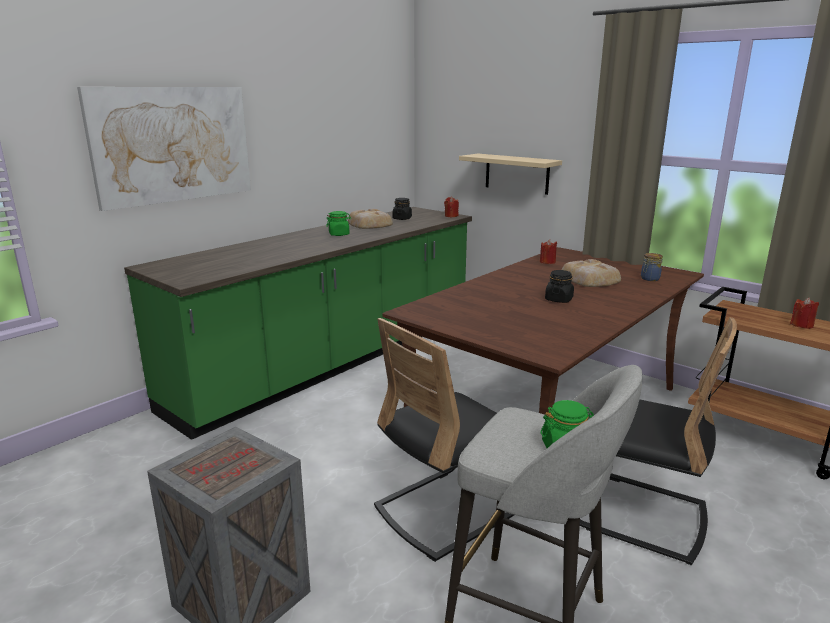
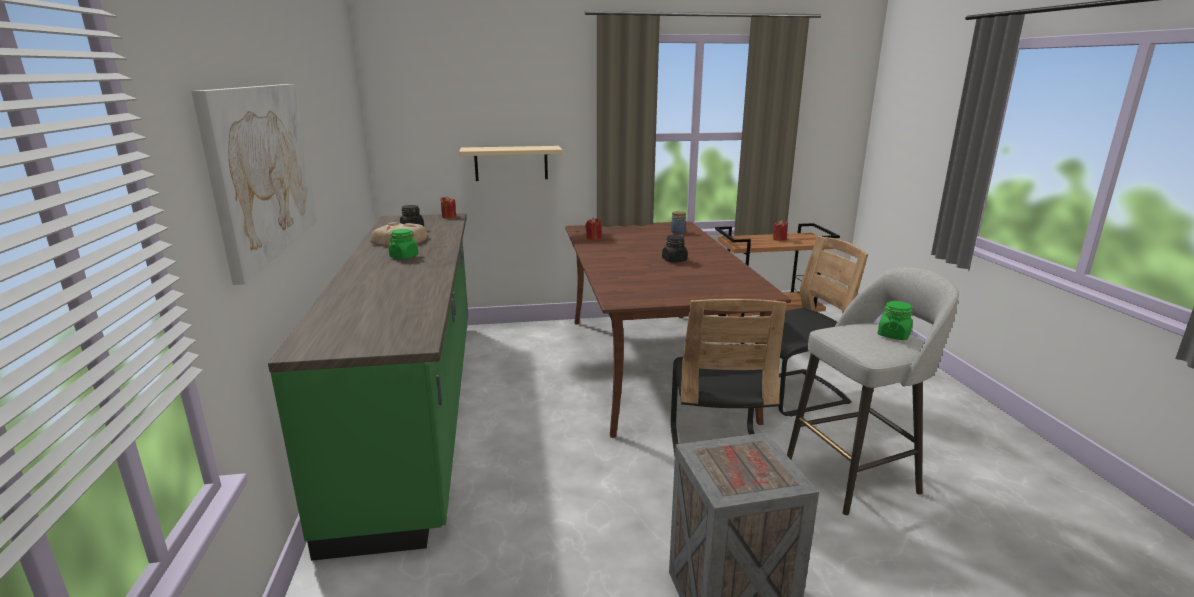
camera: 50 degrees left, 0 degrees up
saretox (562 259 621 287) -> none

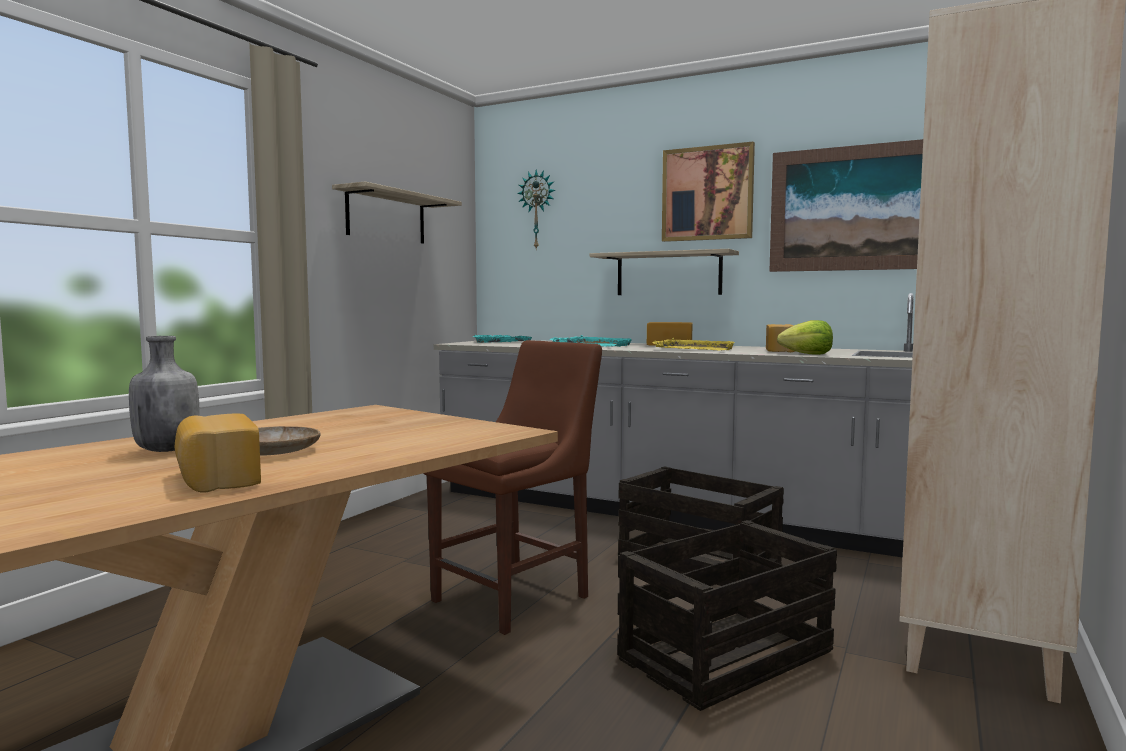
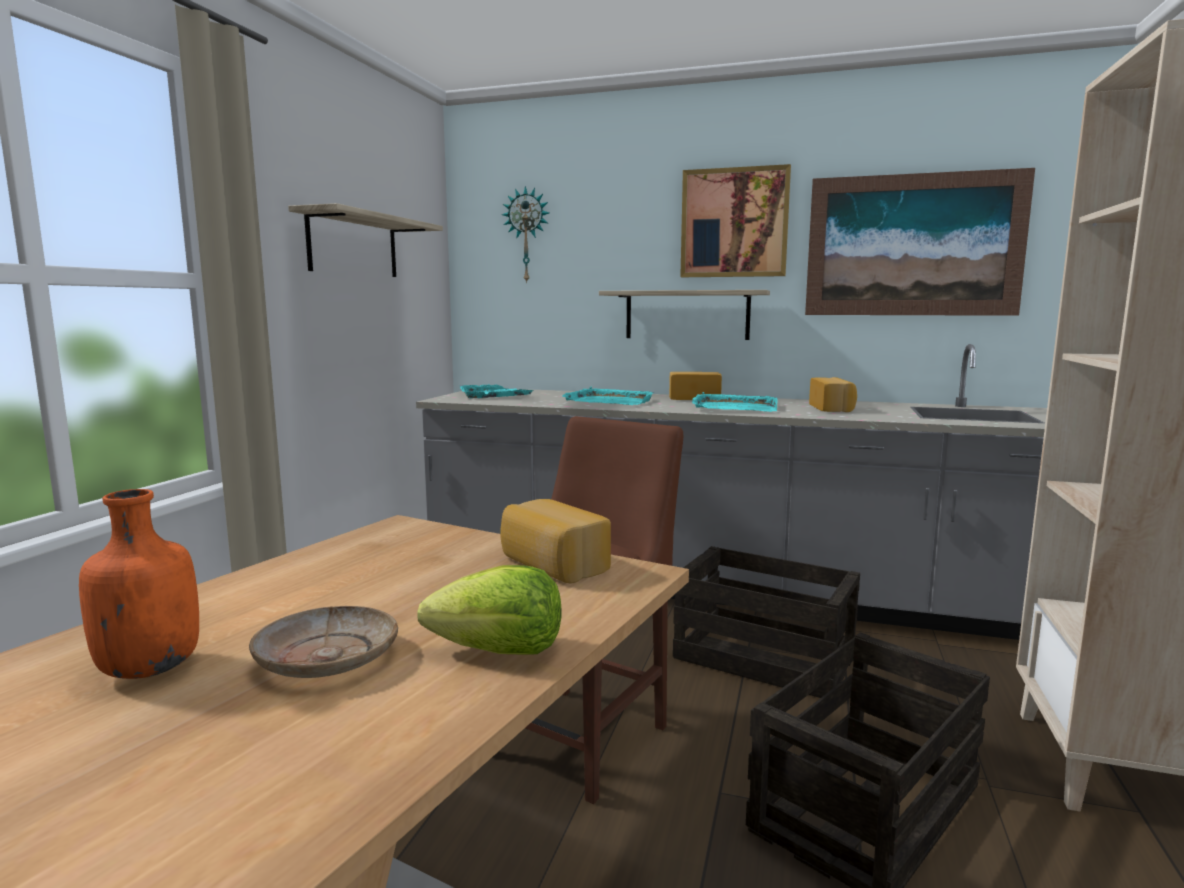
camera: 10 degrees left, 5 degrees up
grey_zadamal (129 336 200 452) -> orange_zadamal (79 489 199 679)
saretox (175 414 261 492) -> saretox (500 499 611 584), shifted
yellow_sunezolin (652 338 735 351) -> turquoise_sunezolin (692 392 778 412)
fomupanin (777 320 833 355) -> fomupanin (417 565 562 654), shifted

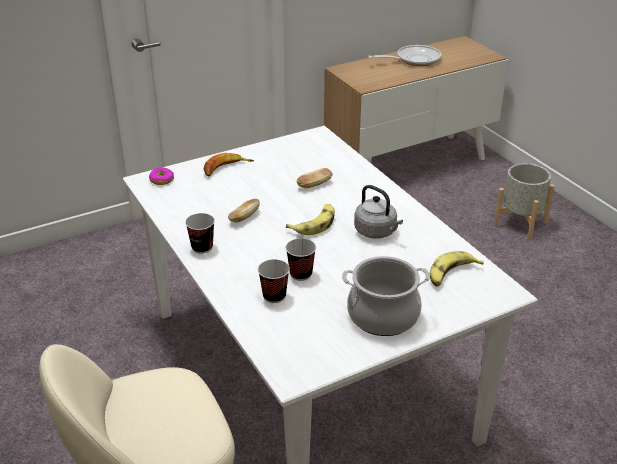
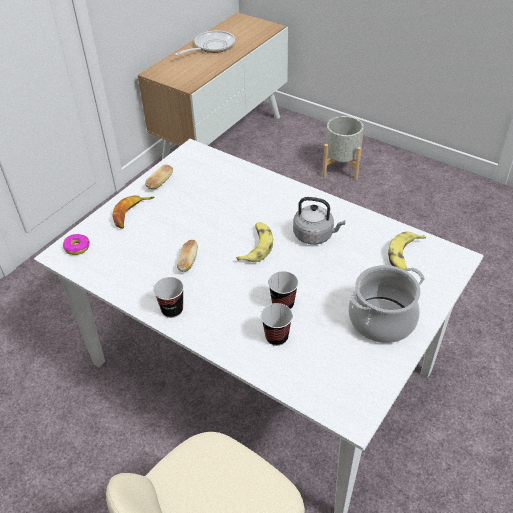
camera: 25 degrees left, 10 degrees up
saretox (297 168 333 188) -> saretox (145 164 173 189), shifted

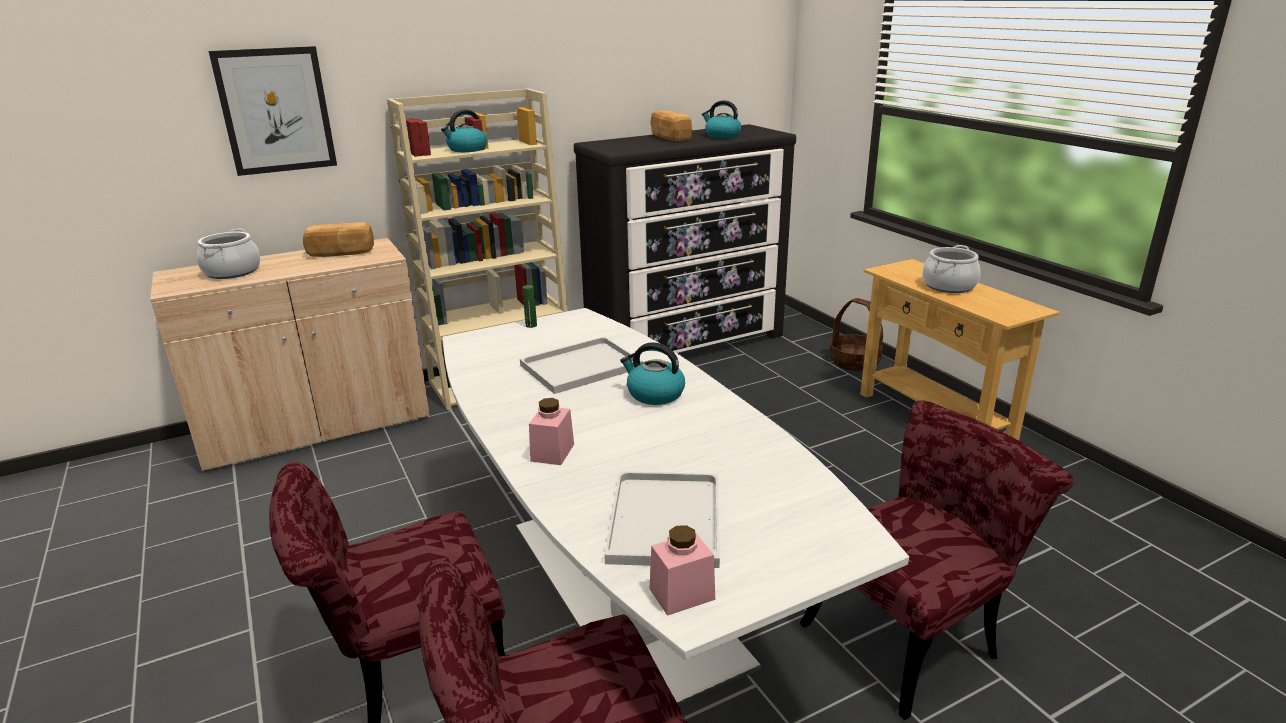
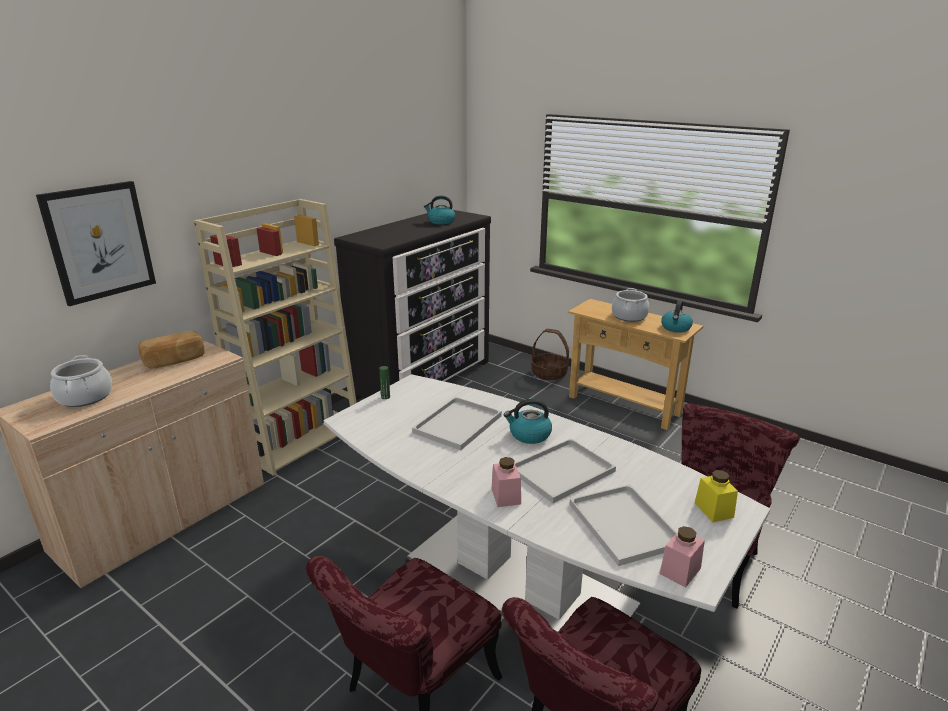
camera: 25 degrees left, 0 degrees up
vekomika (441 109 487 152) -> vekomika (661 300 693 333), shifted
saretox (651 110 692 141) -> none
none -> white_sunezolin (515 438 616 503)
none -> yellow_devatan (695 470 738 522)

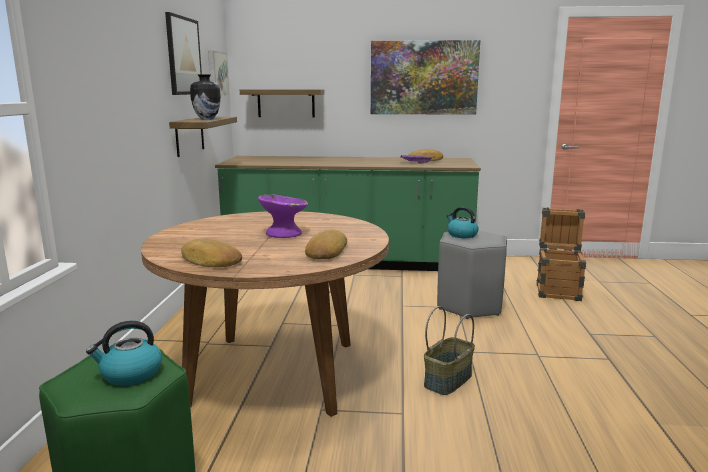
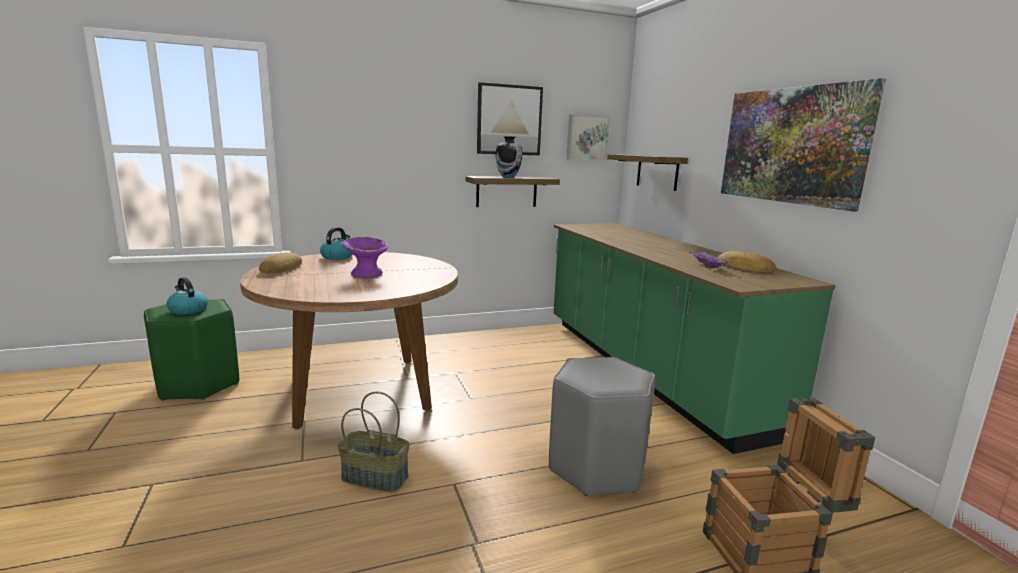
camera: 65 degrees right, 0 degrees up
saretox (305 230 347 259) -> none
vekomika (447 207 479 238) -> vekomika (320 227 352 260), shifted

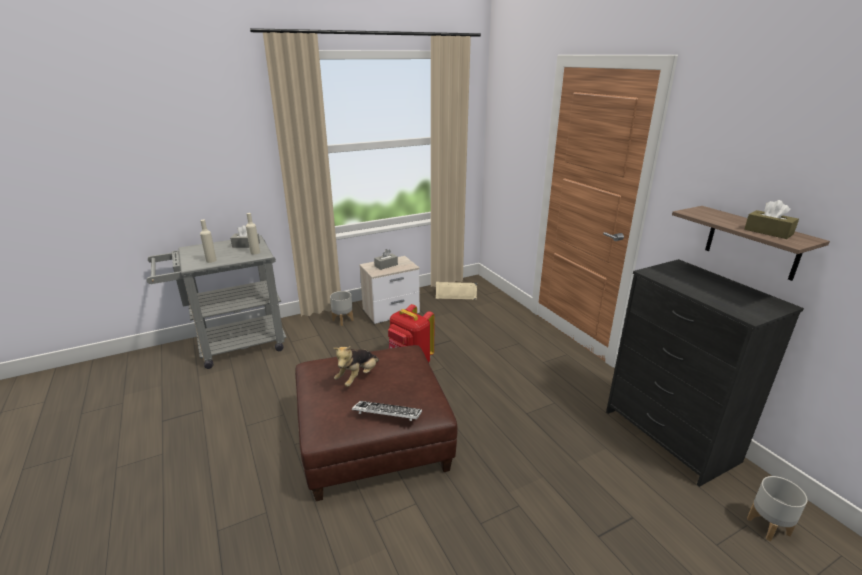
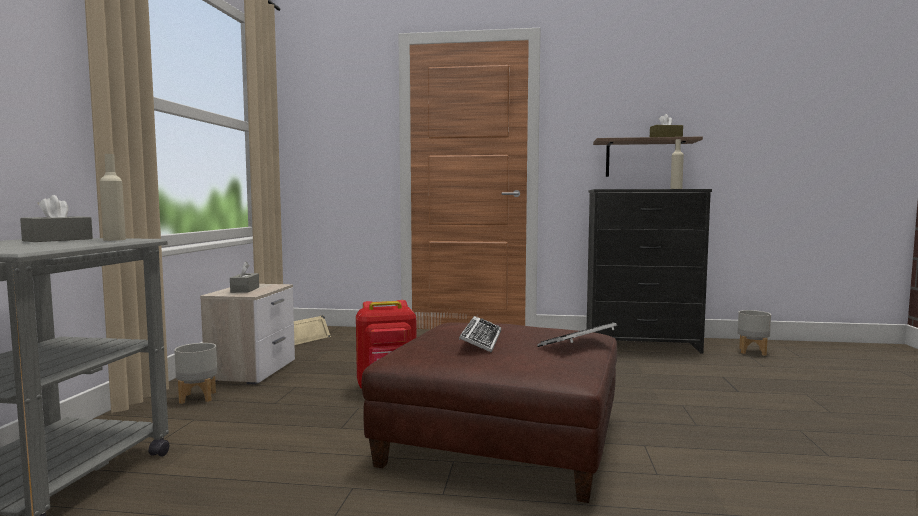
camera: 55 degrees left, 20 degrees down
beige_zadamal (200 220 217 263) -> beige_zadamal (670 139 684 189), shifted
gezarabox (333 346 379 387) -> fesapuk (459 316 501 353)

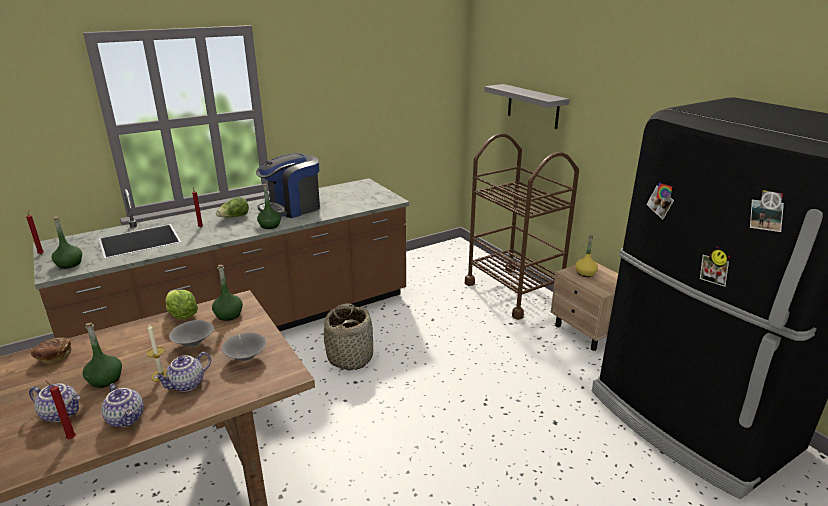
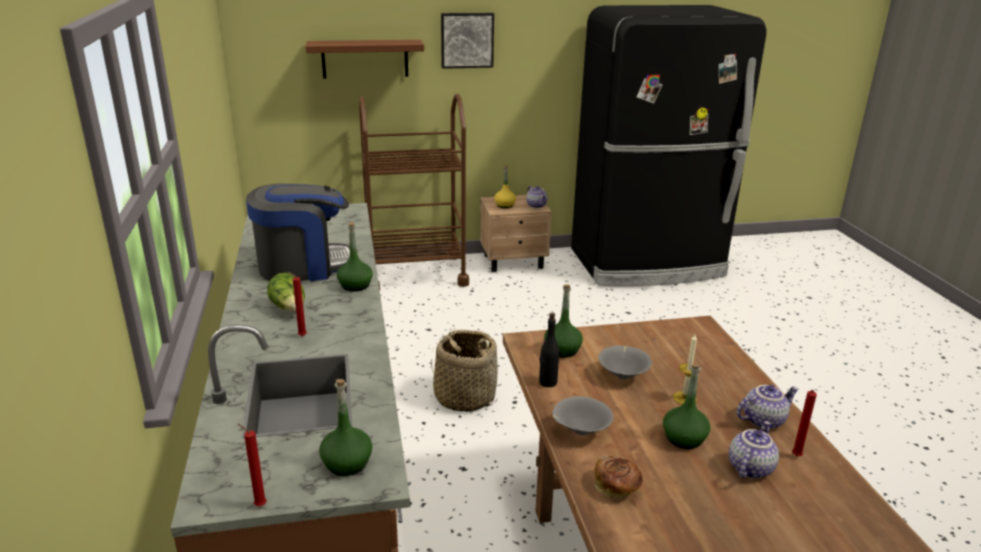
camera: 70 degrees left, 0 degrees up
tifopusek (154 352 211 392) -> tifopusek (526 186 548 208), shifted
fomupanin (165 290 198 320) -> black_zadamal (539 313 559 387)
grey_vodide (222 333 266 361) -> grey_vodide (552 396 613 435), shifted
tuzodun (256 153 320 218) -> tuzodun (246 183 350 281), 90 degrees counterclockwise
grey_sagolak (484 84 570 129) -> brown_sagolak (306 40 424 79)
none -> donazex (441 13 494 69)

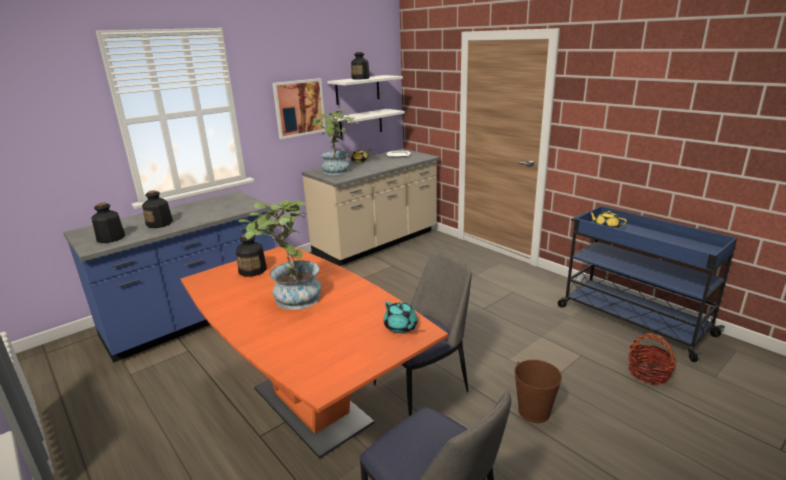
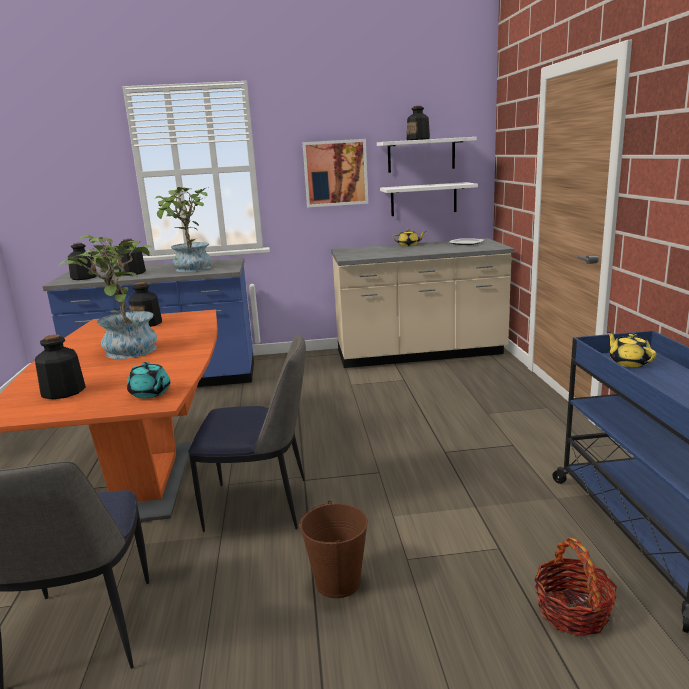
camera: 35 degrees right, 5 degrees down
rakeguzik (312 109 359 175) -> rakeguzik (155 187 211 272), shifted
turquoise_tifopusek (383 301 418 333) -> turquoise_tifopusek (127 362 170 398), 45 degrees counterclockwise
none -> zadamal (35 335 86 399)

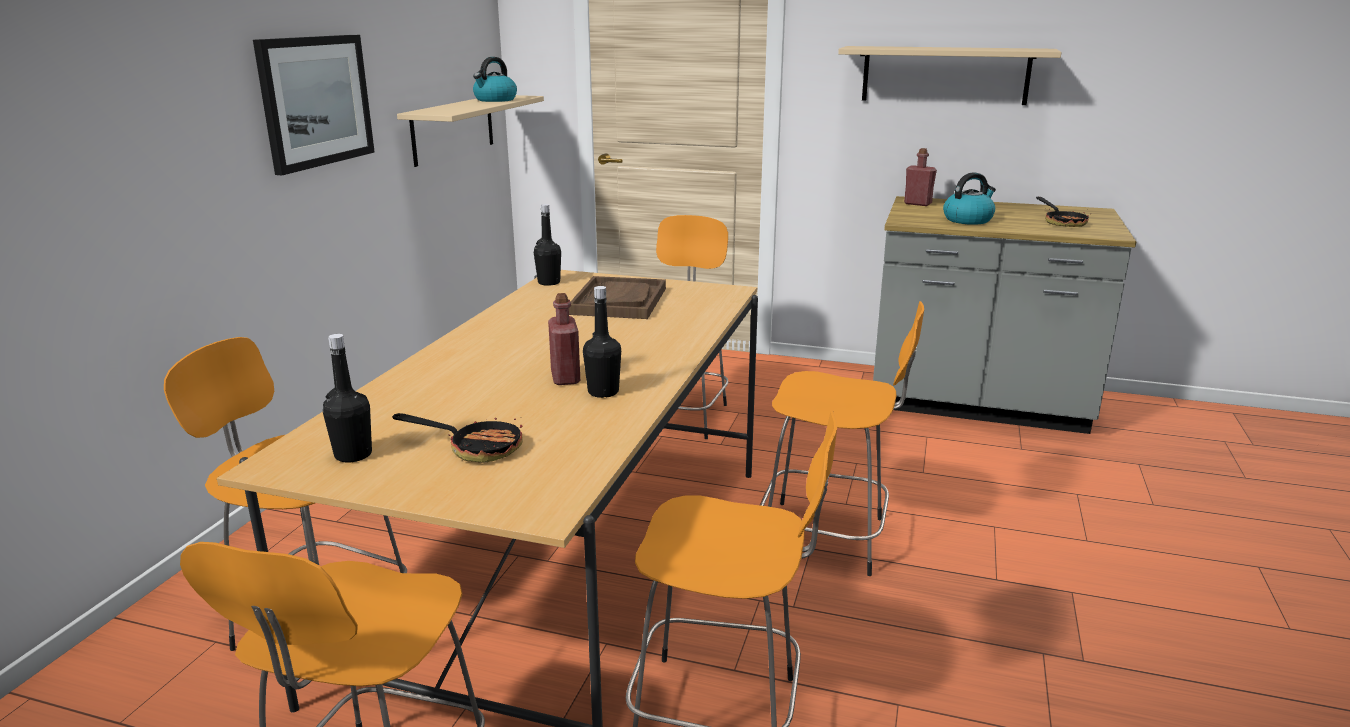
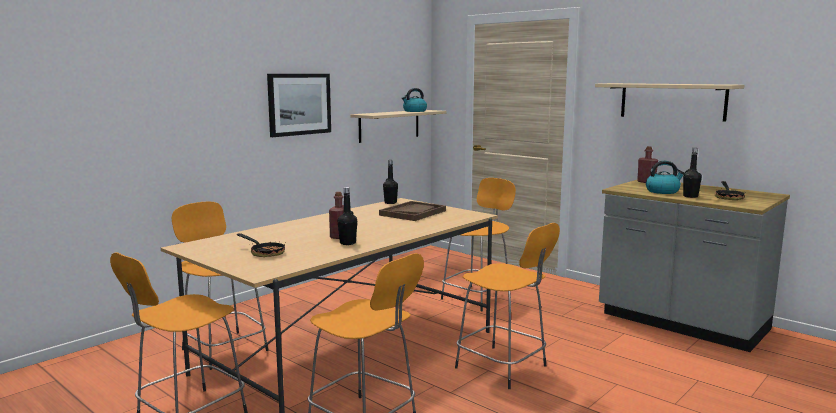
camera: 25 degrees right, 10 degrees down
black_zadamal (323 334 372 462) -> black_zadamal (683 148 702 198), shifted

